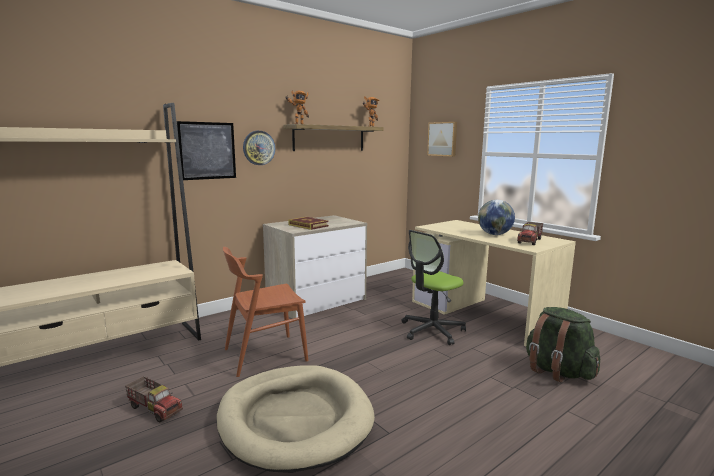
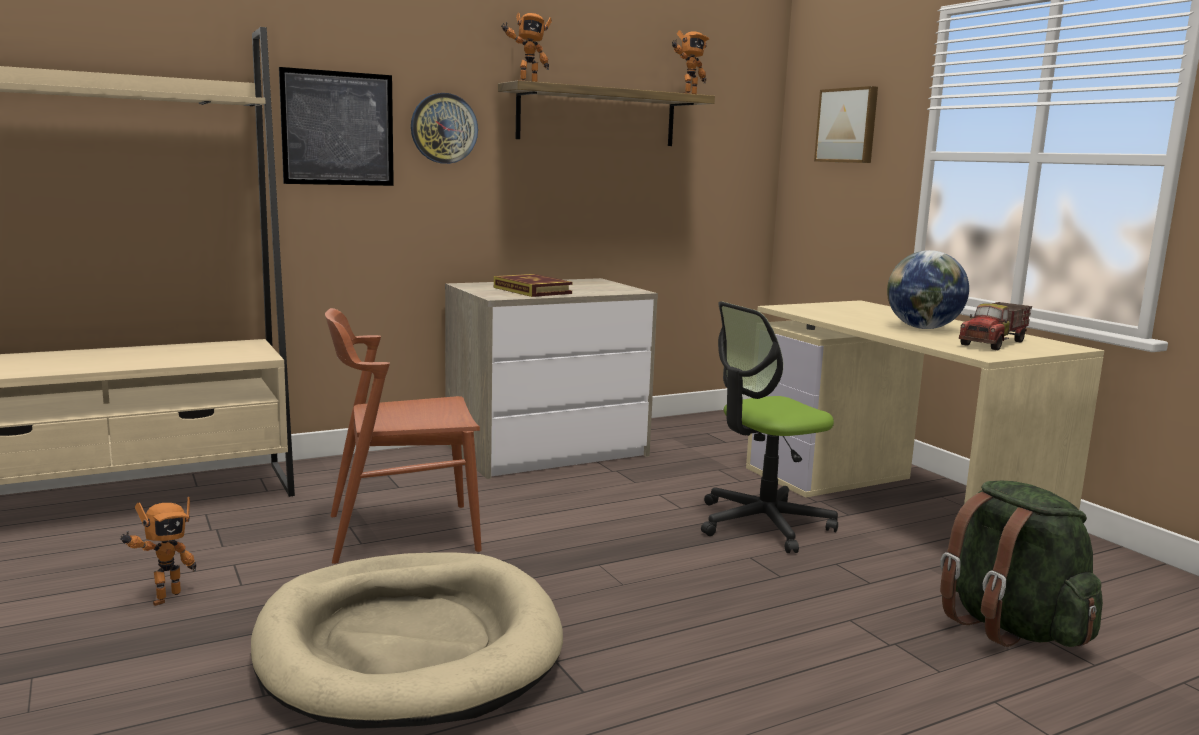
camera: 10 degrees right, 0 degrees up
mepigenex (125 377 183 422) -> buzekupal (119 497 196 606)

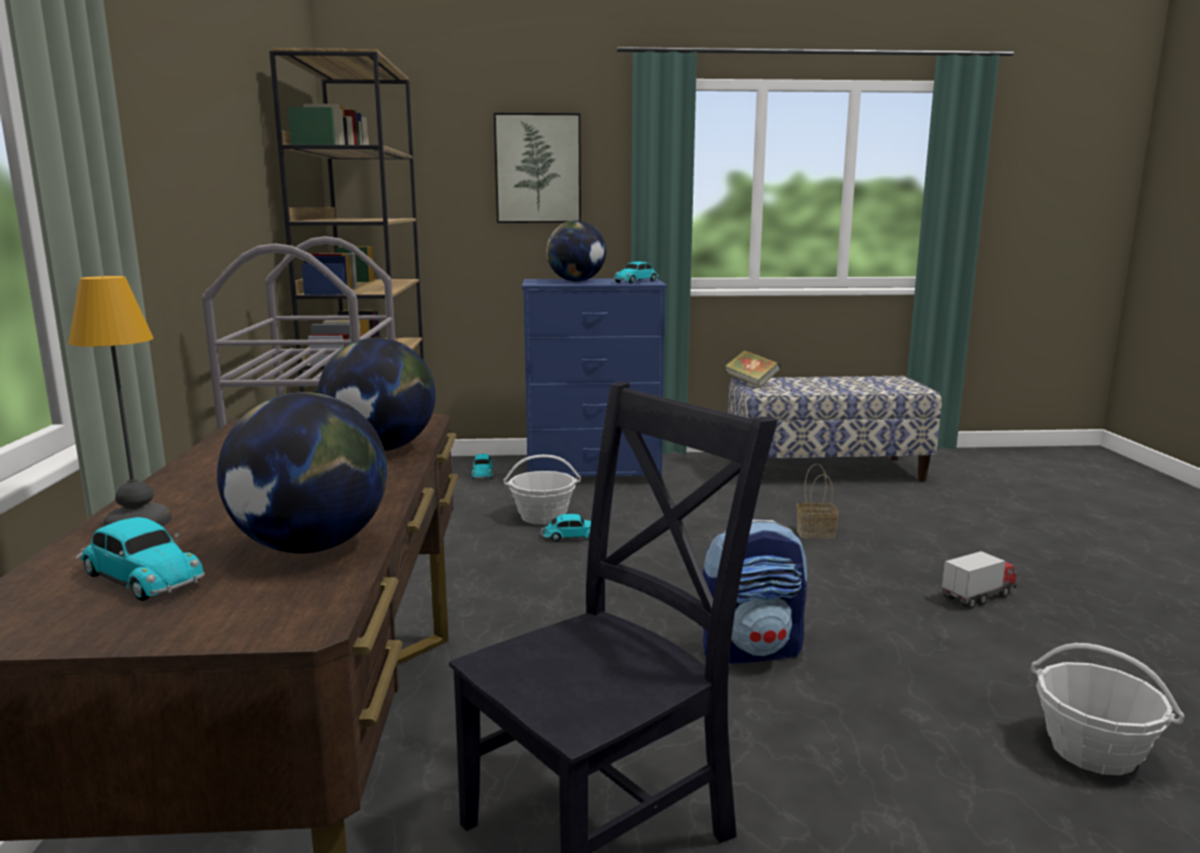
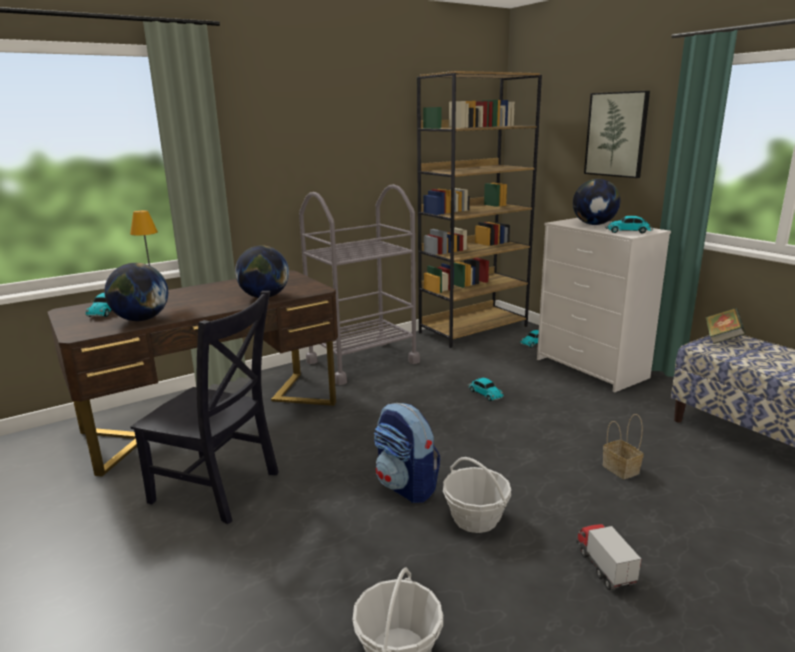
camera: 60 degrees right, 5 degrees up
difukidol (504 455 581 525) -> difukidol (443 457 511 533), shifted
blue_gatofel (522 278 667 477) -> white_gatofel (537 218 671 393)
mepigenex (942 551 1017 609) -> mepigenex (576 524 641 590), 135 degrees counterclockwise

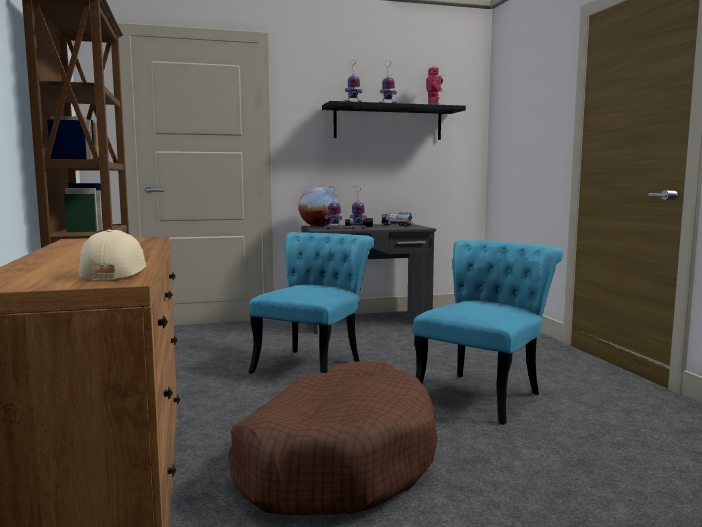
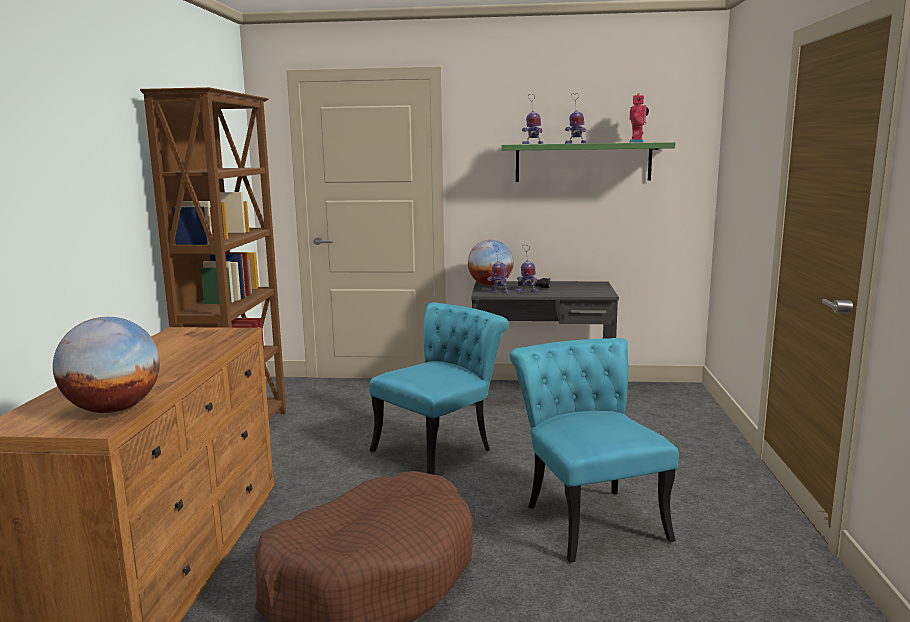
camera: 20 degrees right, 5 degrees up
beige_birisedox (79 230 146 279) -> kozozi (53 317 160 413)
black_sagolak (322 101 466 140) -> green_sagolak (502 142 675 182)
mepigenex (382 212 413 226) -> none
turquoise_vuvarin (413 240 564 425) -> turquoise_vuvarin (510 338 679 562), 75 degrees counterclockwise

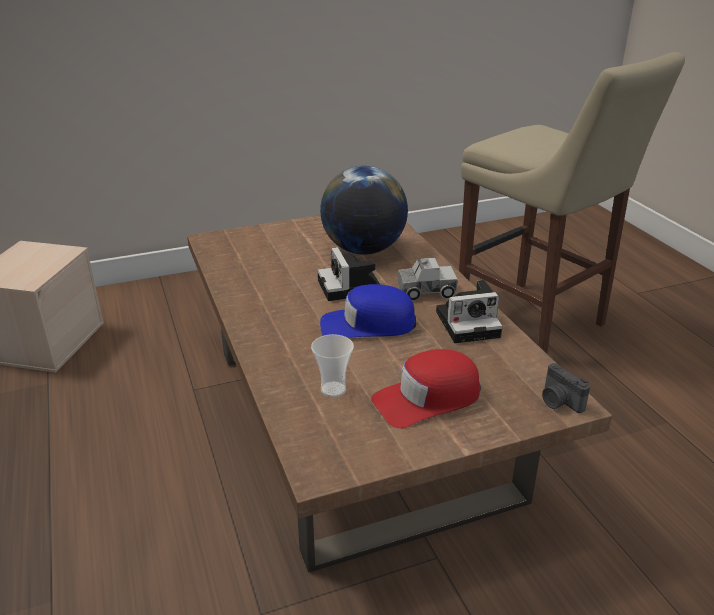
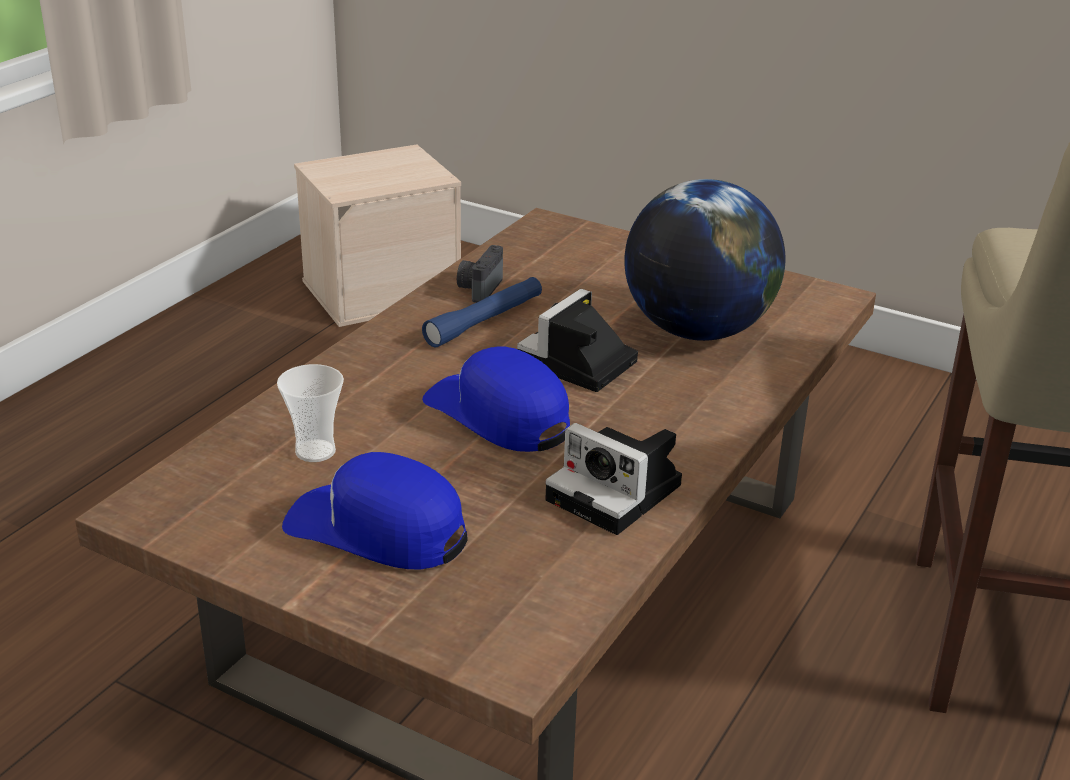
camera: 50 degrees right, 0 degrees up
red_birisedox (371 349 481 428) -> blue_birisedox (282 452 468 569)
mepigenex (397 258 458 301) -> none
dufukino (542 363 590 413) -> dufukino (457 245 503 303), shifted
none -> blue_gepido (422 277 542 347)

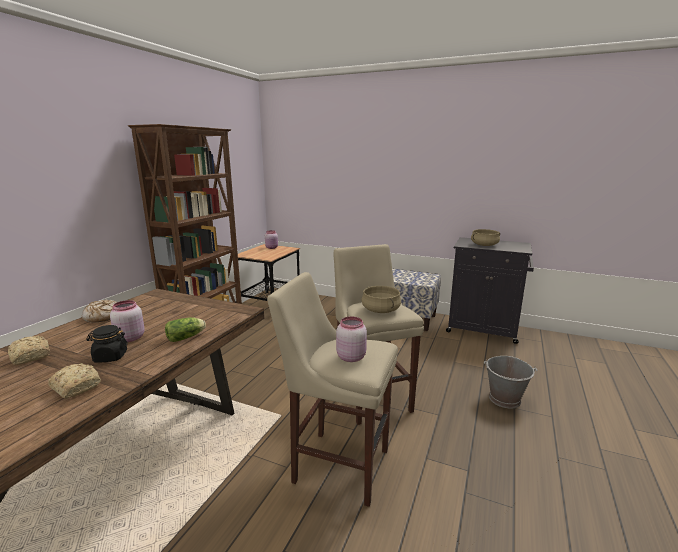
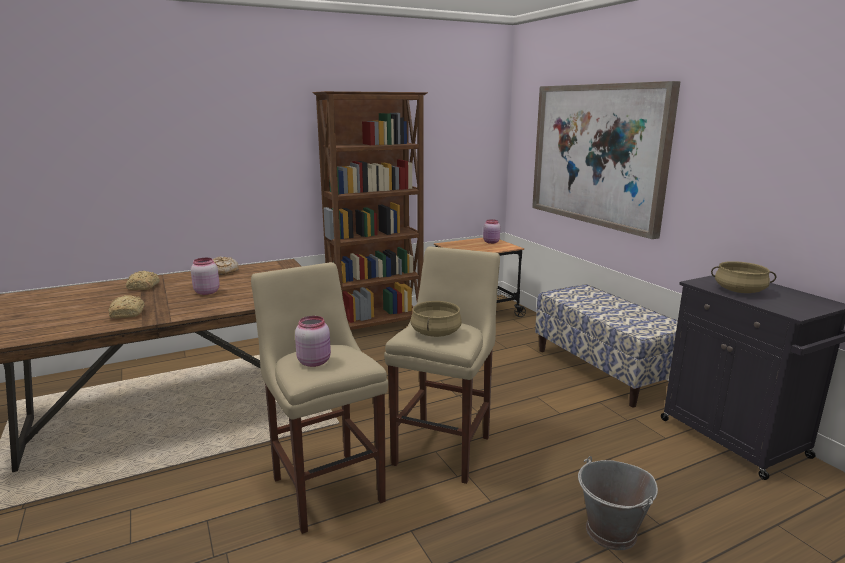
camera: 40 degrees right, 0 degrees up
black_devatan (86 325 128 362) -> none
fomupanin (165 317 206 342) -> none
none -> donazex (532 81 681 239)

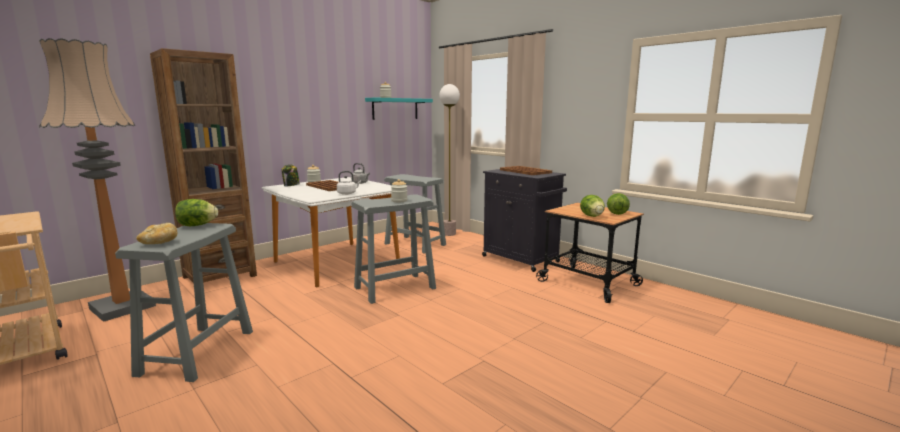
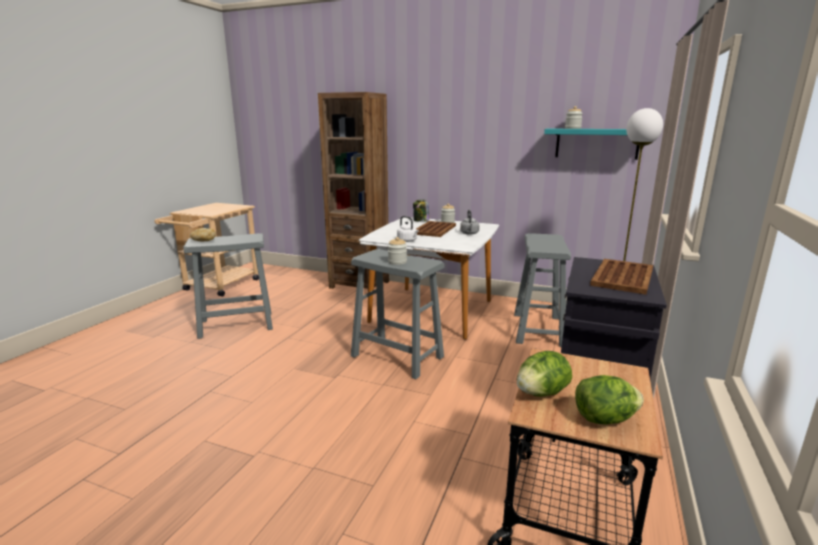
camera: 65 degrees right, 5 degrees up
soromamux (39 38 156 322) -> none
fomupanin (175 199 218 226) -> none

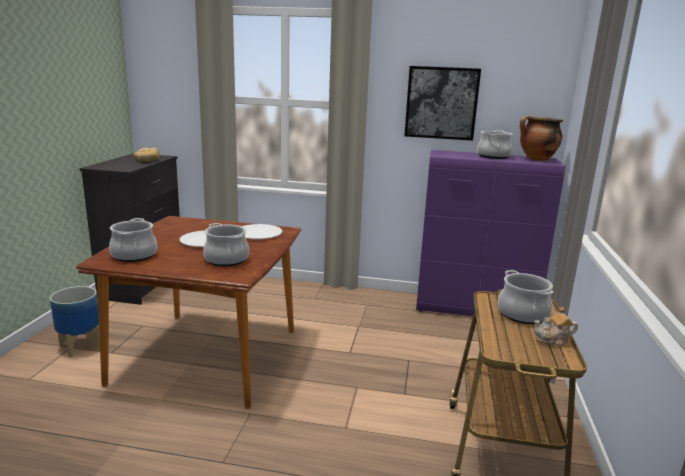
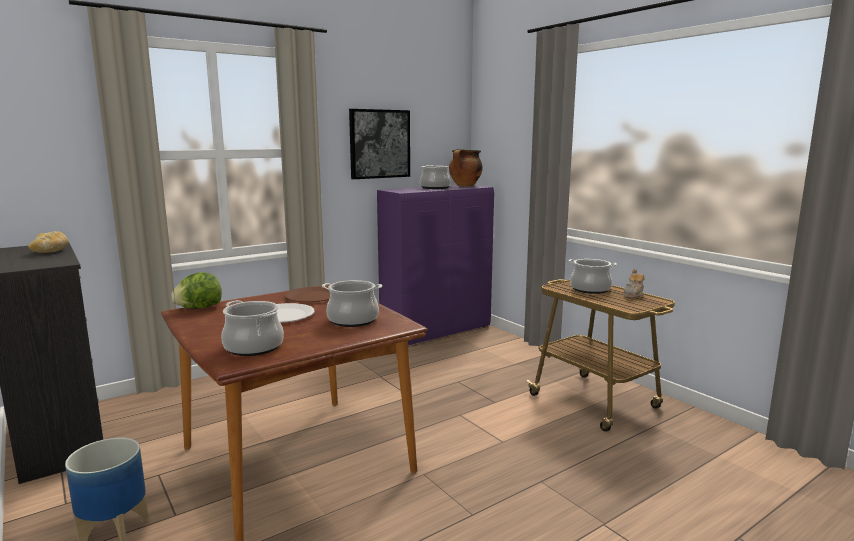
camera: 45 degrees left, 5 degrees down
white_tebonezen (242 224 282 239) -> brown_tebonezen (284 287 330 302)
none -> fomupanin (171 272 222 309)

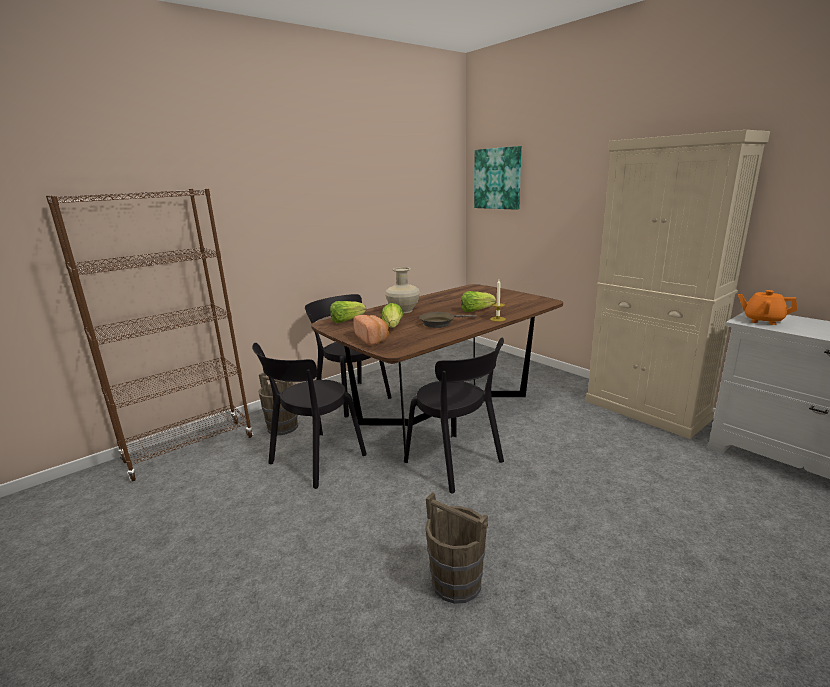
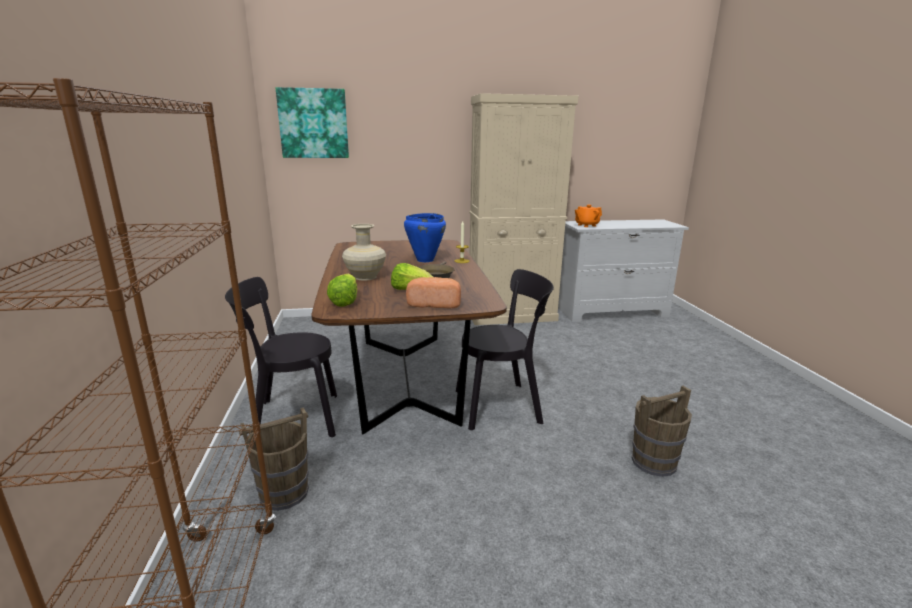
camera: 60 degrees left, 0 degrees up
black_vuvarin (252 343 367 489) -> none
fomupanin (461 291 496 312) -> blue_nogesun (404 213 446 262)

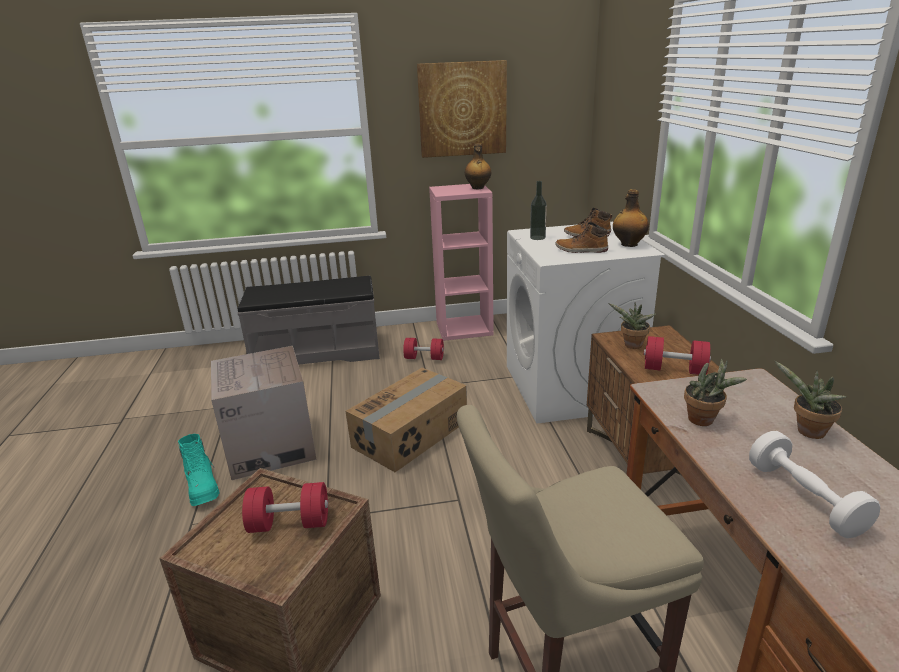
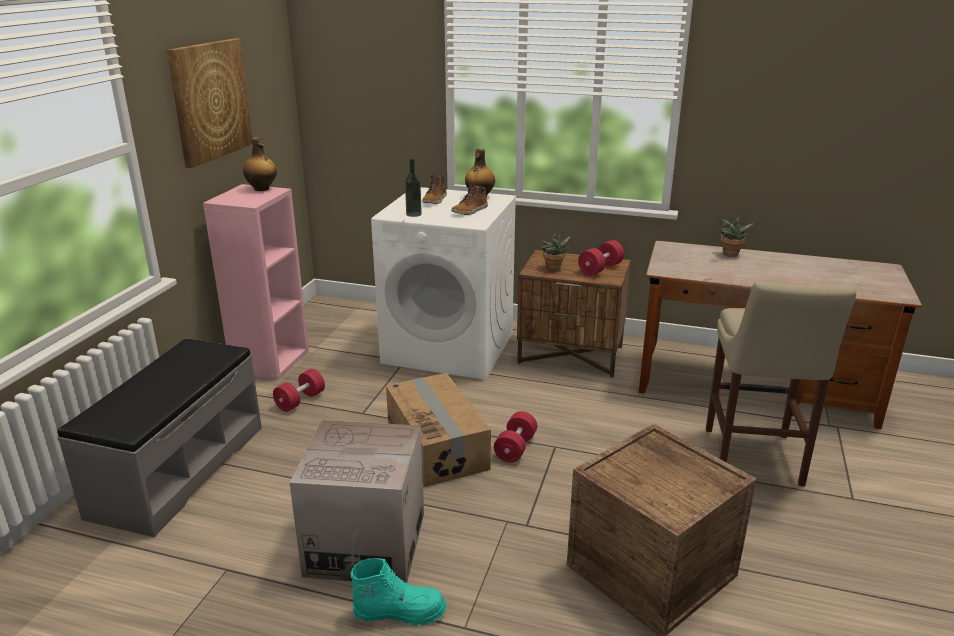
camera: 65 degrees left, 0 degrees up
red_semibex (242 482 328 533) -> red_semibex (494 411 537 463), shifted
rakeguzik (684 359 747 426) -> none
white_semibex (749 431 880 538) -> none

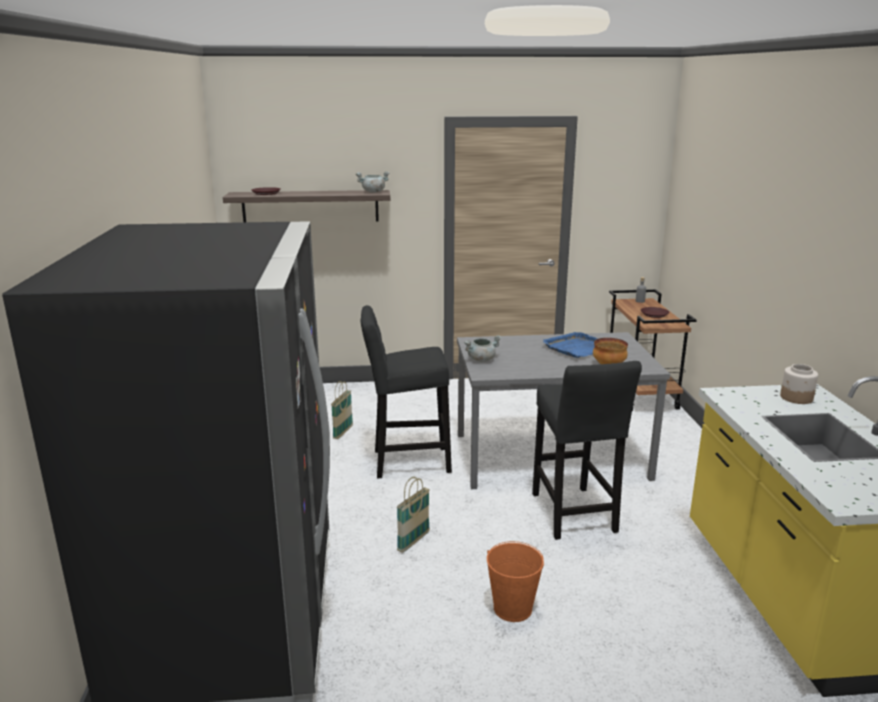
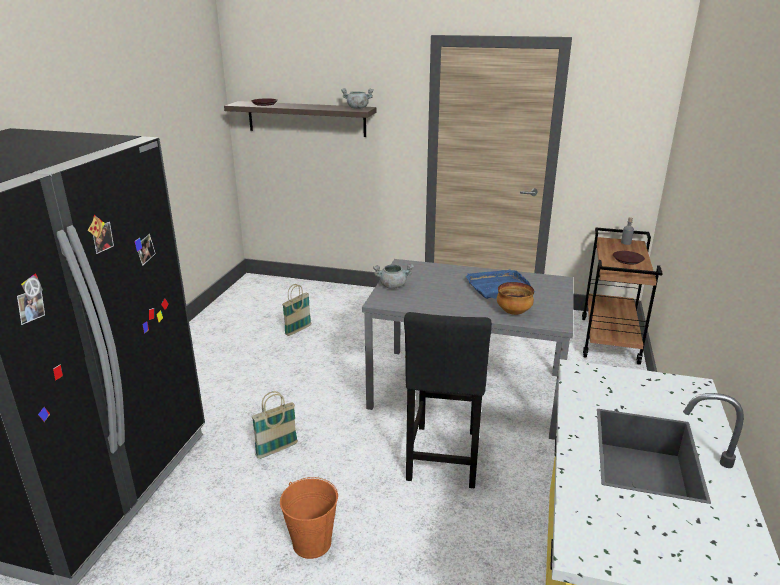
camera: 20 degrees right, 5 degrees up
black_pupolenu (361 305 452 479) -> none
devatan (780 364 818 404) -> none

